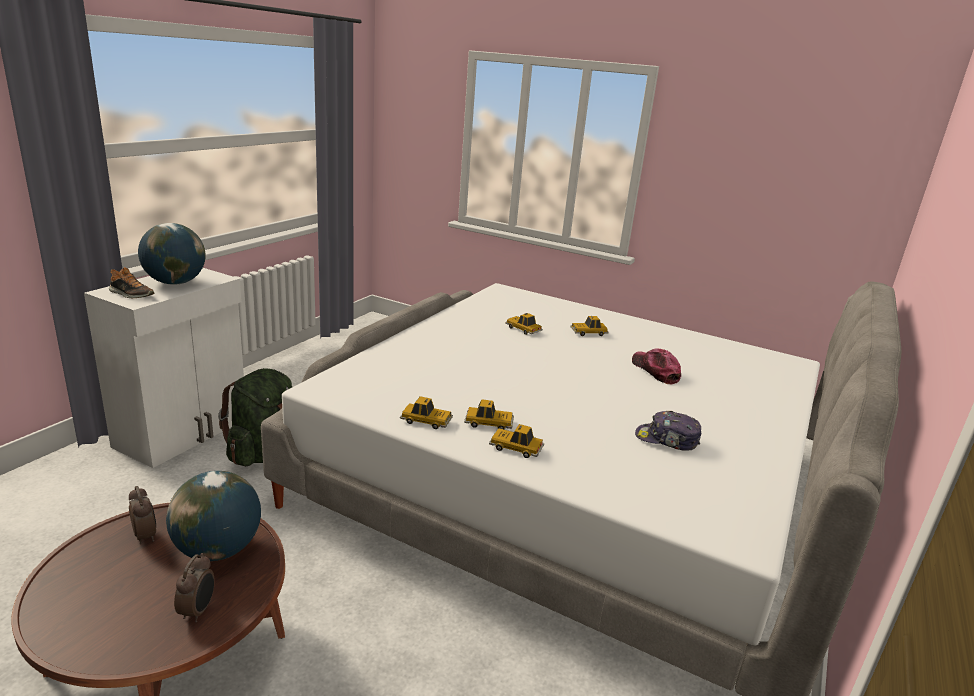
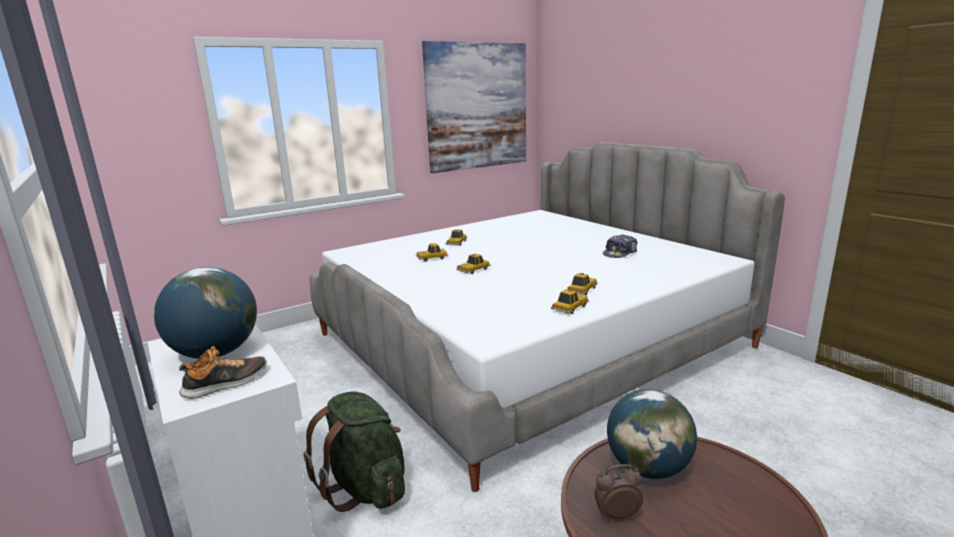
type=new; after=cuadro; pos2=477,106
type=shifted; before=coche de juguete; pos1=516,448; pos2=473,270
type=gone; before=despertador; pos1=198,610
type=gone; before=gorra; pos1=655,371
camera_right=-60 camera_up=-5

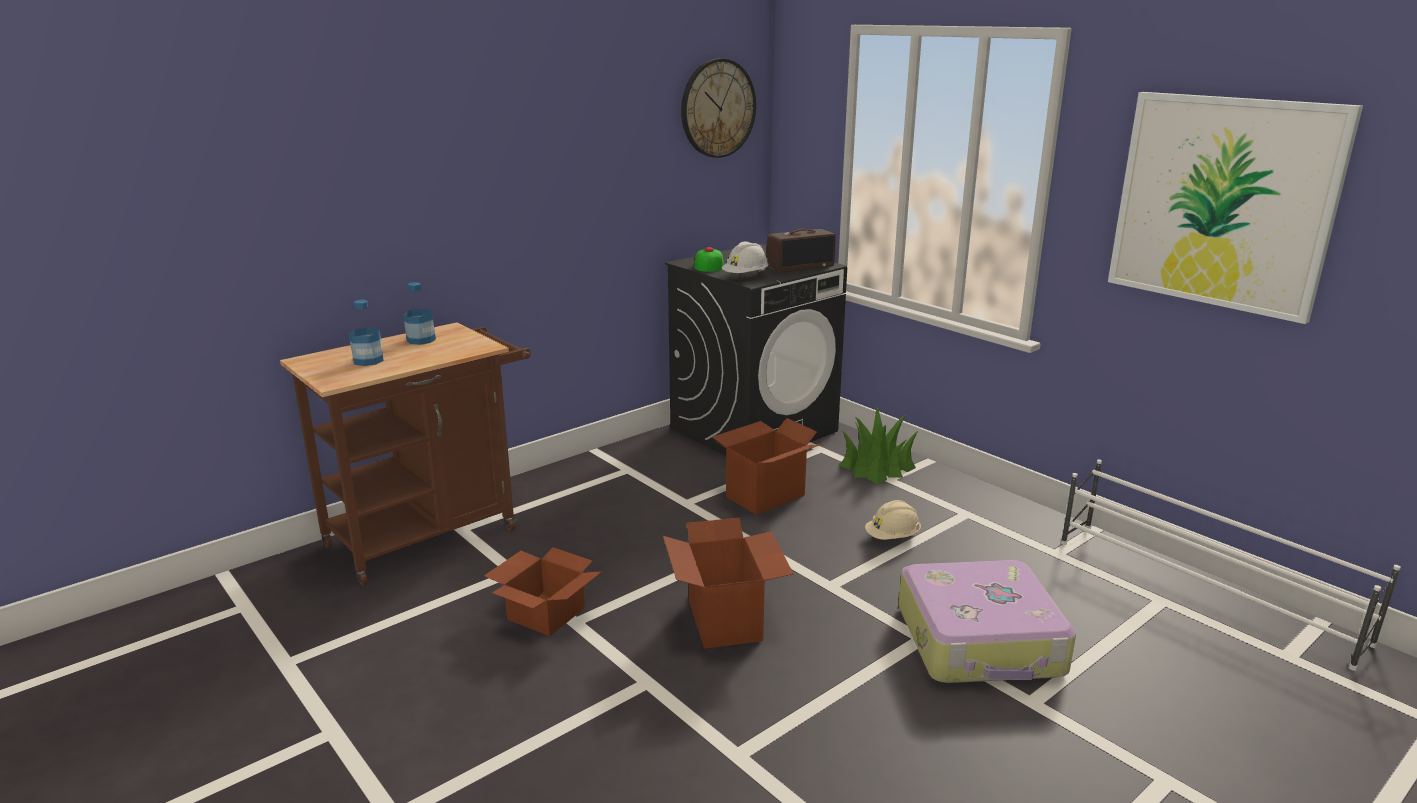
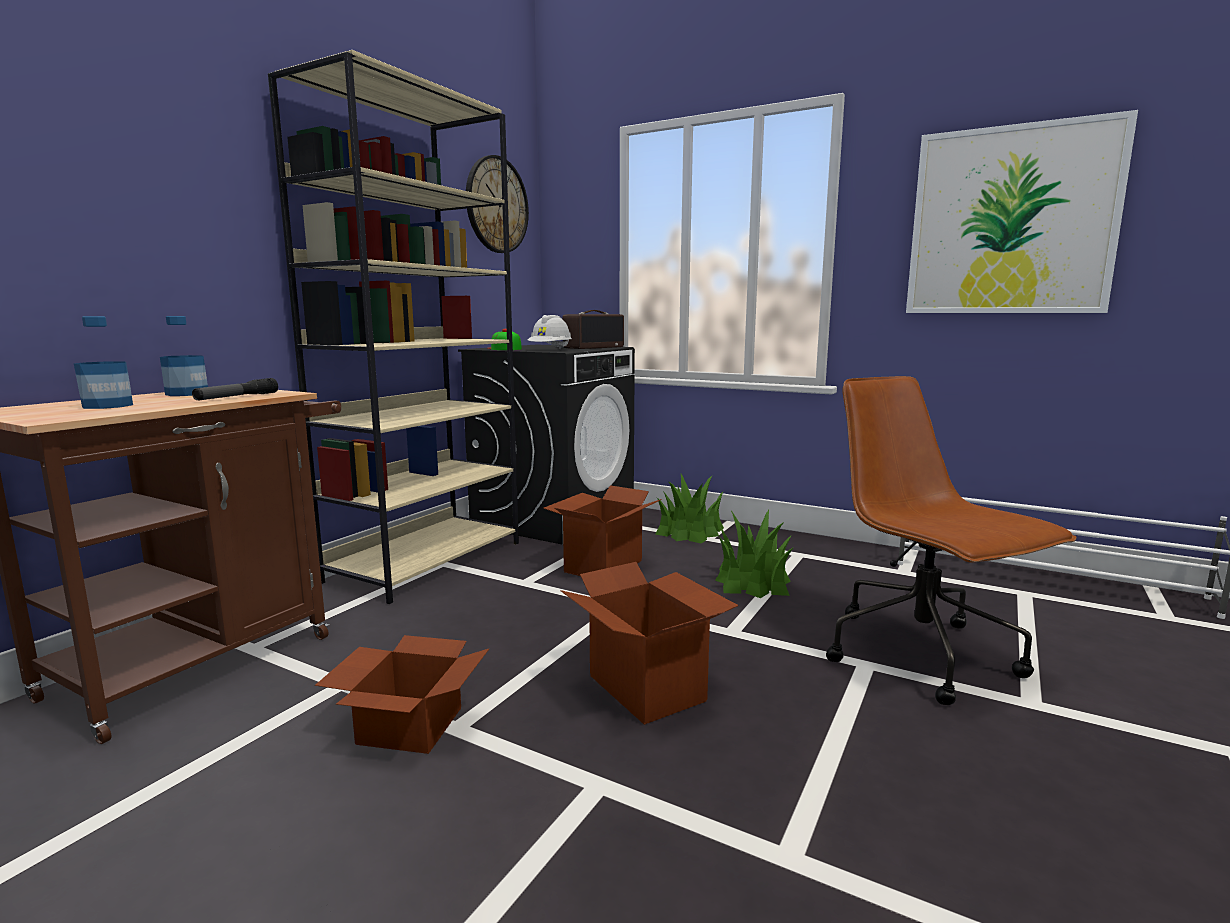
type=new; after=linterna; pos2=237,397
type=new; after=estantería [beis]; pos2=427,561
type=swapped; before=casco [beis]; after=planta en maceta; pos1=892,537; pos2=753,581
type=swapped; before=maleta; after=silla de oficina [marrón]; pos1=981,641; pos2=922,655
camera_right=-20 camera_up=-10

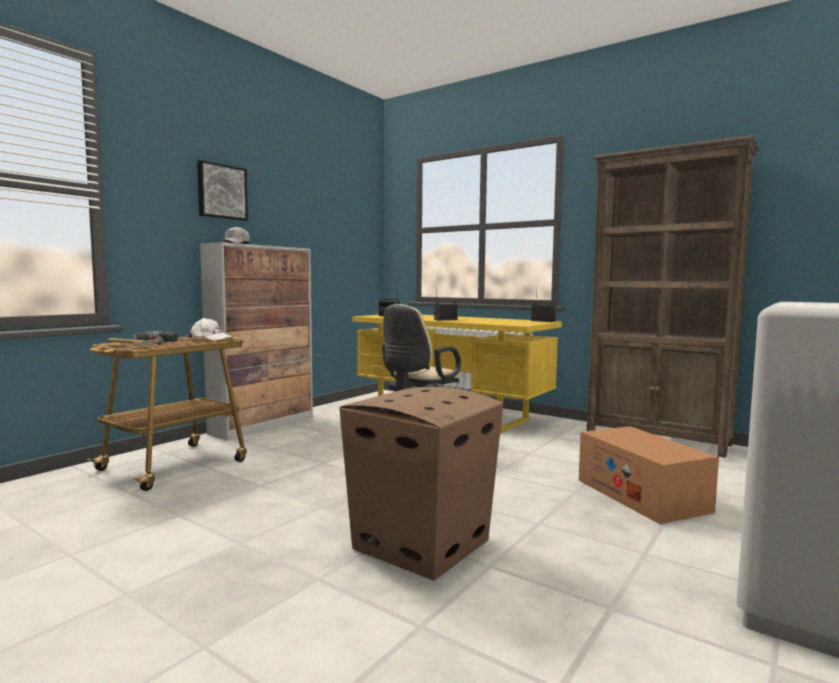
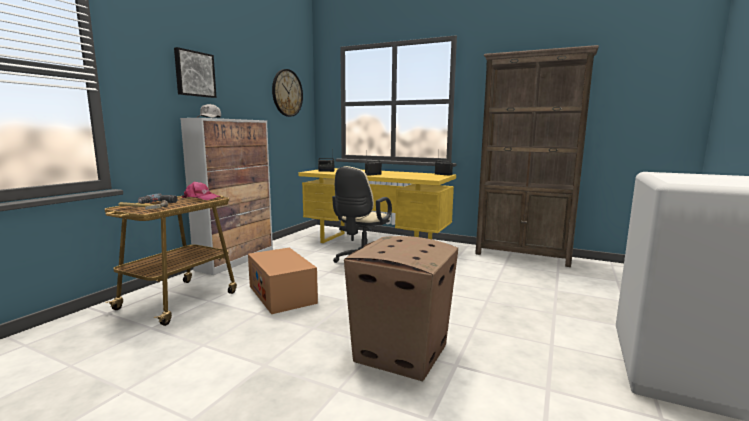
type=repainted; before=gorra [blanco]; after=gorra [rosa]; pos1=210,338; pos2=201,198
type=shifted; before=caja de cartón; pos1=641,495; pos2=282,294
type=new; after=reloj de pared; pos2=287,93
camera_right=-10 camera_up=5

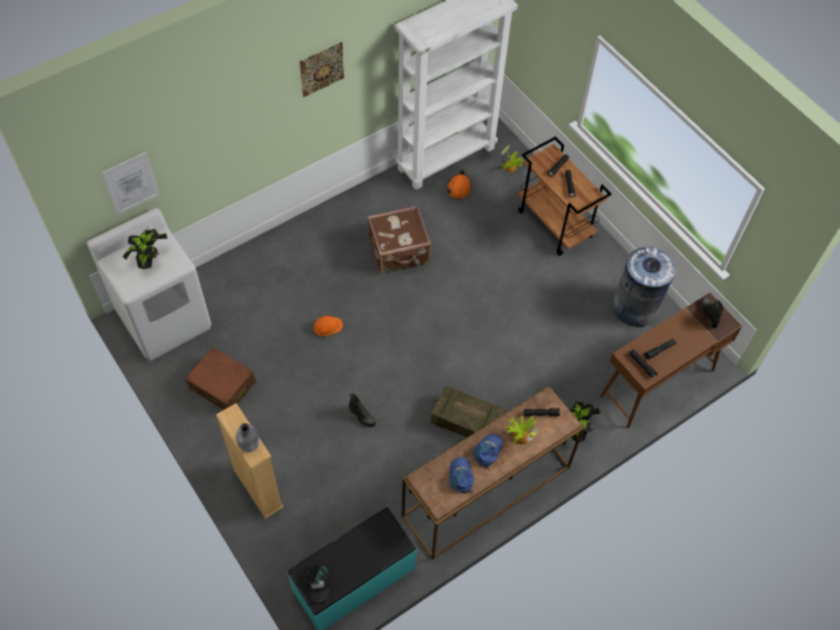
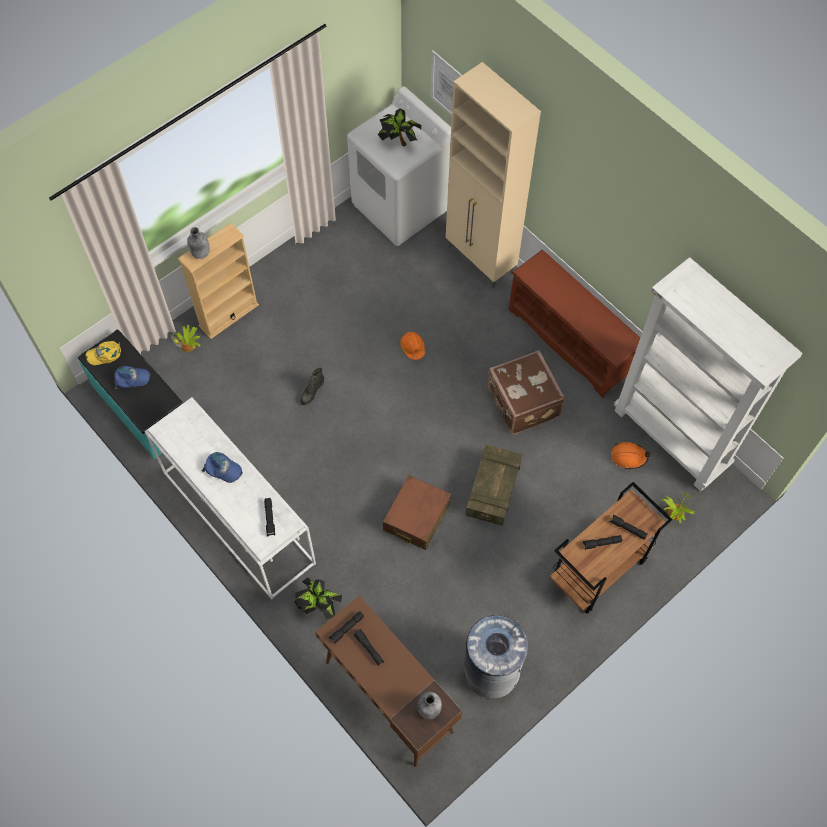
type=repainted; before=gorra [negro]; after=gorra [amarillo]; pos1=317,583; pos2=105,354
type=shifted; before=gorra [azul]; pos1=461,476; pos2=131,378
type=repainted; before=mesa consola [marrón]; after=mesa consola [blanco]; pos1=486,493; pos2=236,517
type=shifted; before=planta en maceta; pos1=520,435; pos2=189,344
type=shifted; before=maleta [marrón]; pos1=222,385; pos2=416,517
type=swapped; before=bota [negro]; after=botella [gris]; pos1=709,314; pos2=428,709
type=new; after=armario [beis]; pos2=481,260
type=shifted; before=caja de embalaje; pos1=468,421; pos2=493,490
type=new; after=zapatero [marrón]; pos2=570,341
type=gone; before=cuadro; pos1=322,69
camera_right=85 camera_up=5

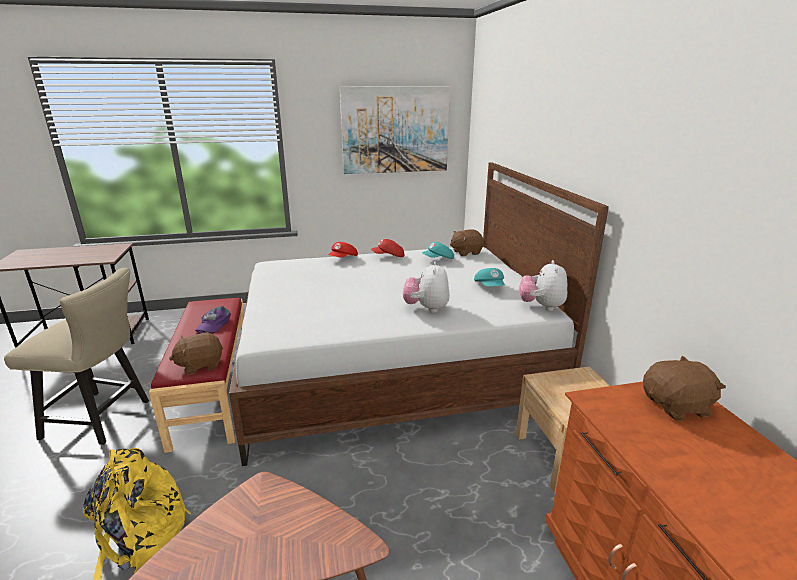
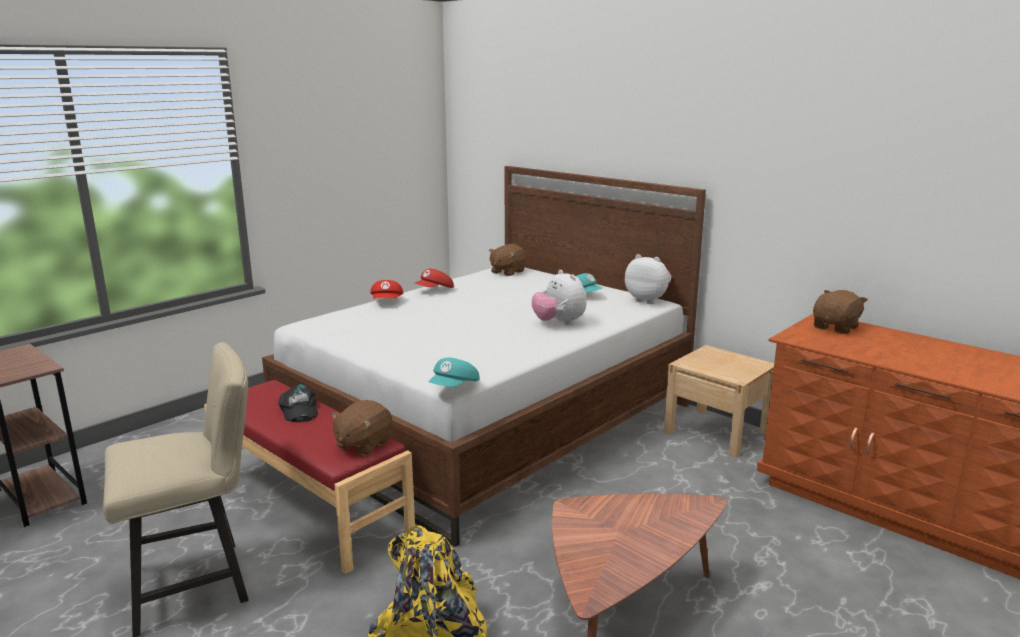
type=repainted; before=gorra [morado]; after=gorra [negro]; pos1=213,324; pos2=298,410
type=shifted; before=gorra [turquesa]; pos1=438,259; pos2=454,387
type=rotated; before=peluche; pos1=541,306; pos2=647,300; turn=150
type=gone; before=cuadro; pos1=395,130
camera_right=-35 camera_up=-5

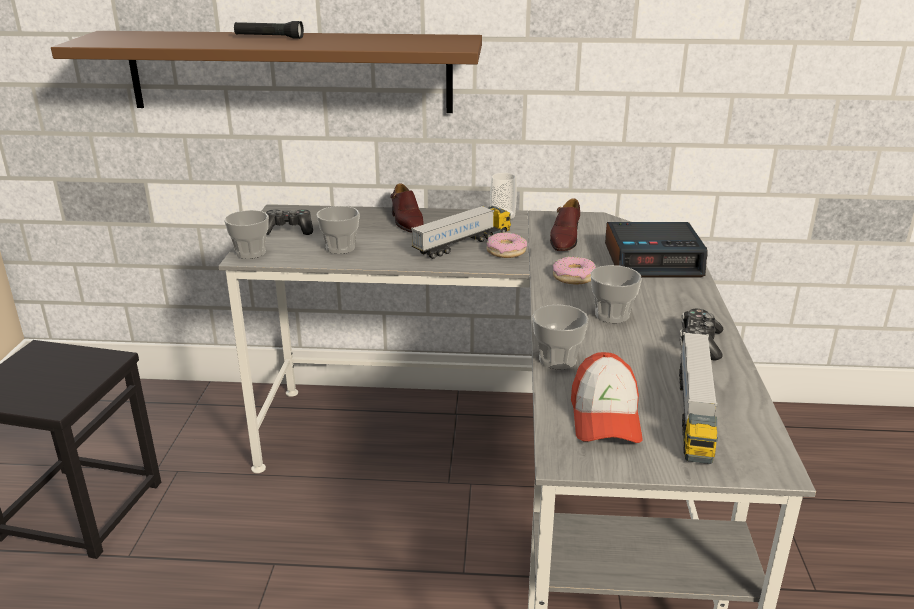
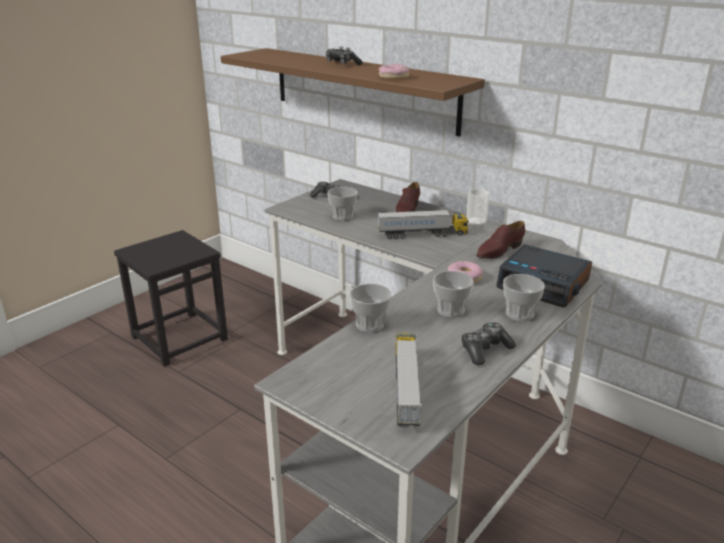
type=swapped; before=linterna [negro]; after=mando de consola; pos1=269,37; pos2=342,64
type=shifted; before=rosquilla; pos1=506,251; pos2=393,77
type=rotated; before=camión de juguete; pos1=694,412; pos2=406,390; turn=135
type=shifted; before=taza; pos1=250,253; pos2=519,314
type=gone; before=gorra; pos1=605,417
camera_right=35 camera_up=0

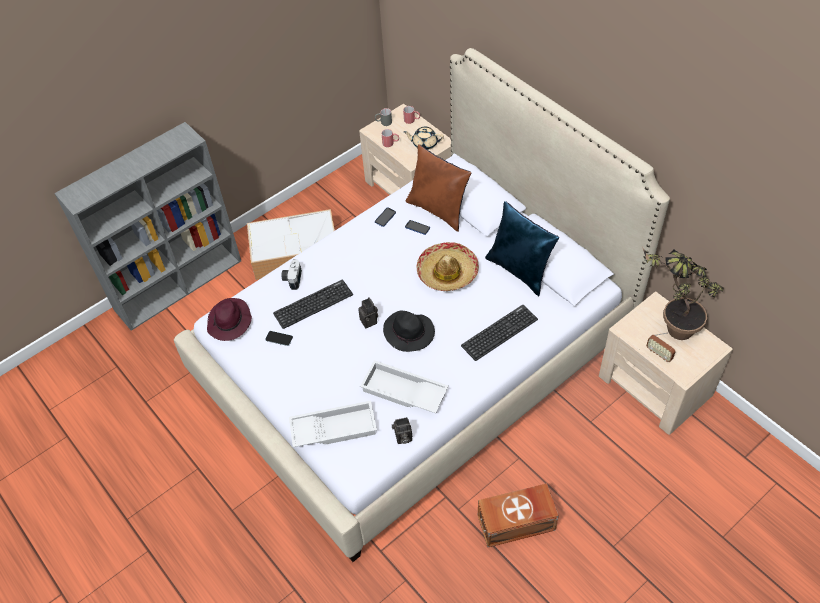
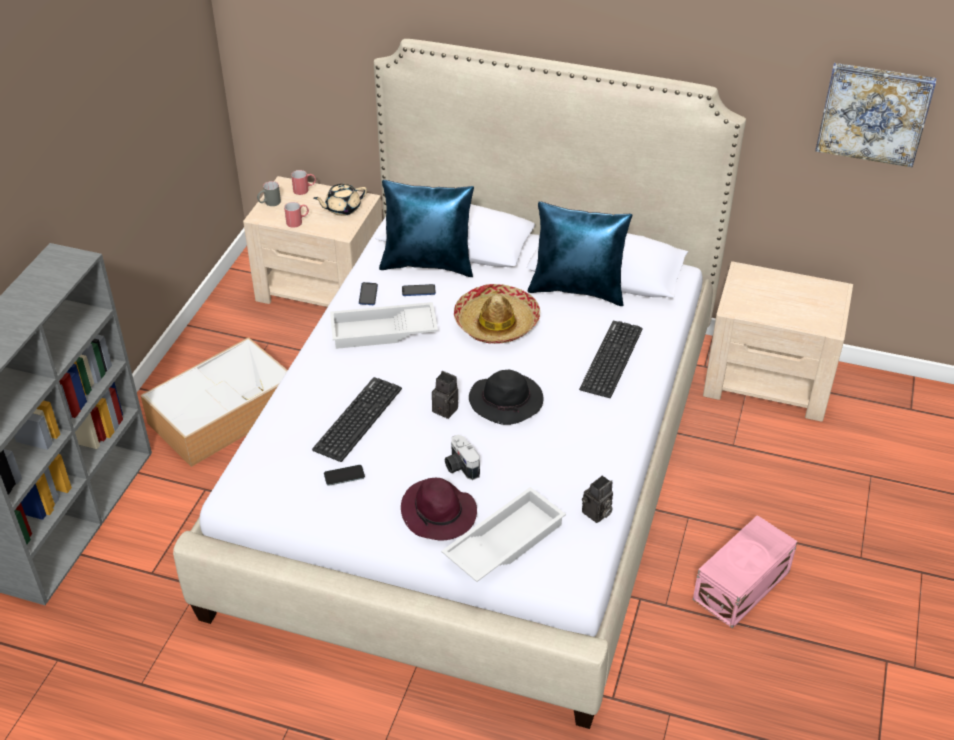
type=shifted; before=bandeja [blanco]; pos1=403,392; pos2=383,332
type=repainted; before=cojín [marrón]; after=cojín [azul]; pos1=439,210; pos2=428,264
type=shifted; before=sombrero [morado]; pos1=230,322; pos2=439,514
type=shifted; before=cámara; pos1=292,279; pos2=460,467
type=repainted; before=caja de almacenaje [marrón]; after=caja de almacenaje [rosa]; pos1=517,523; pos2=743,585
type=new; after=cuadro; pos2=874,113
type=gone; before=planta en maceta; pos1=670,327
type=gone; before=radio; pos1=659,354
camera_right=-35 camera_up=-10

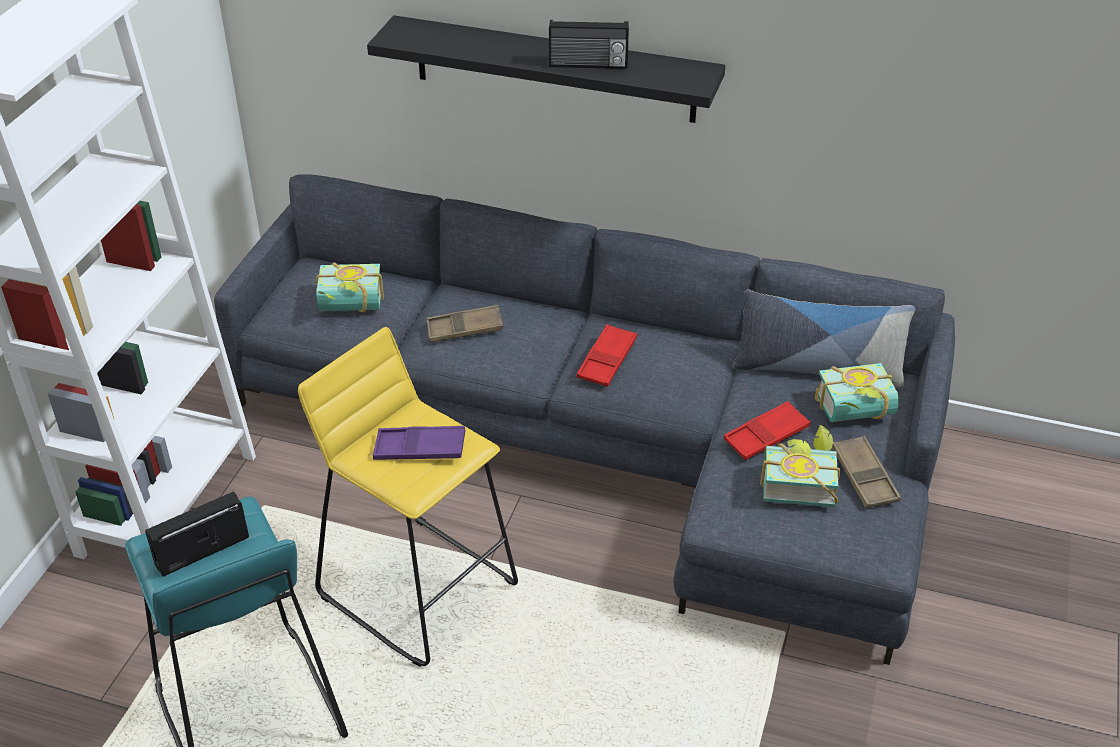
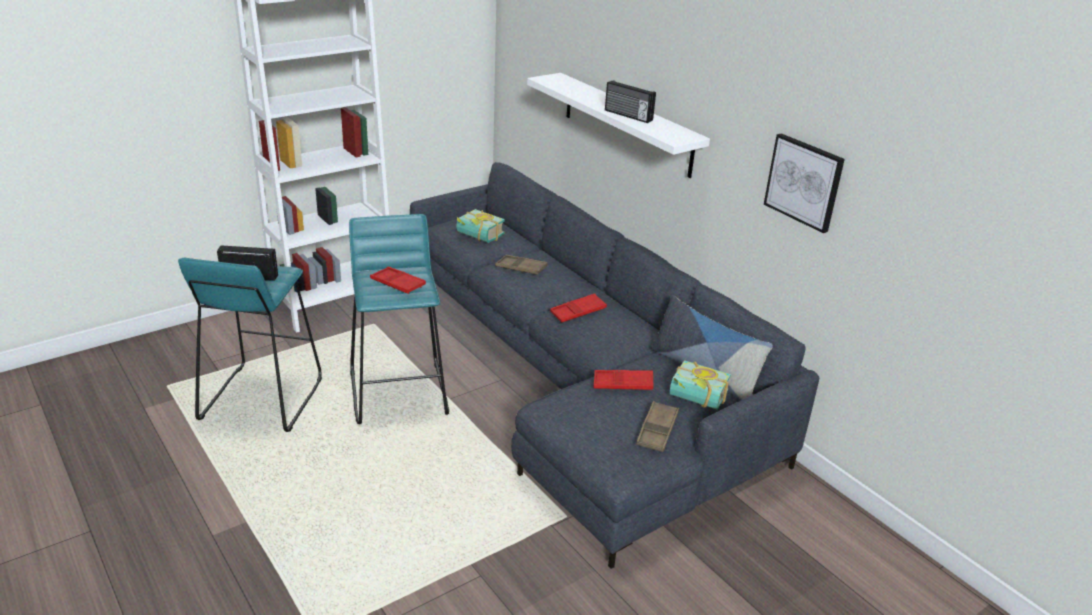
type=repainted; before=taburete [amarillo]; after=taburete [turquesa]; pos1=418,587; pos2=399,392
type=repainted; before=bandeja [morado]; after=bandeja [rojo]; pos1=420,449; pos2=397,284
type=repainted; before=estante [negro]; after=estante [blanco]; pos1=554,69; pos2=626,124
type=new; after=cuadro; pos2=804,182
type=gone; before=libro; pos1=797,482
camera_right=35 camera_up=-10

